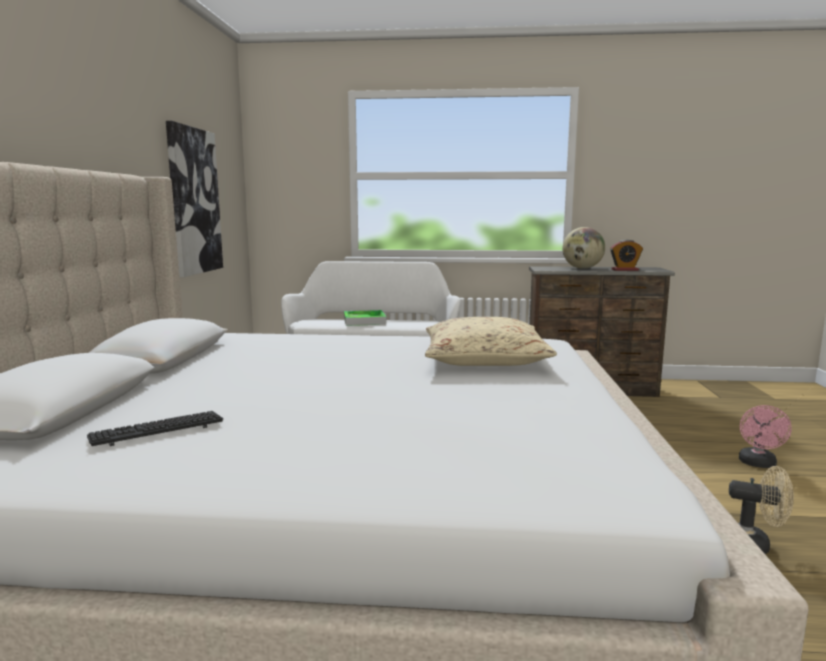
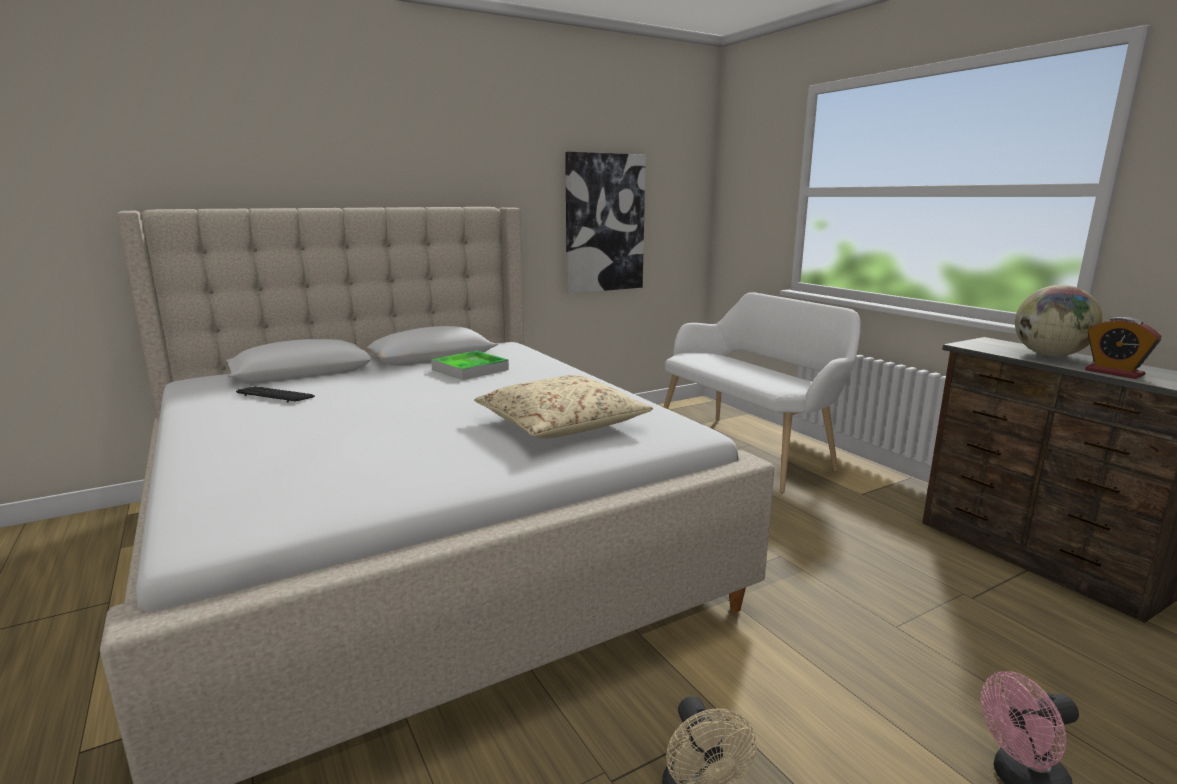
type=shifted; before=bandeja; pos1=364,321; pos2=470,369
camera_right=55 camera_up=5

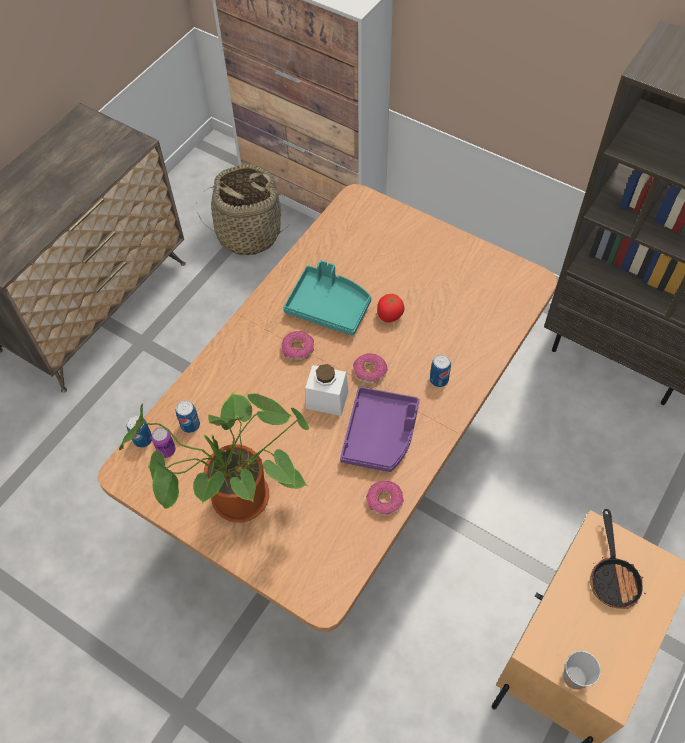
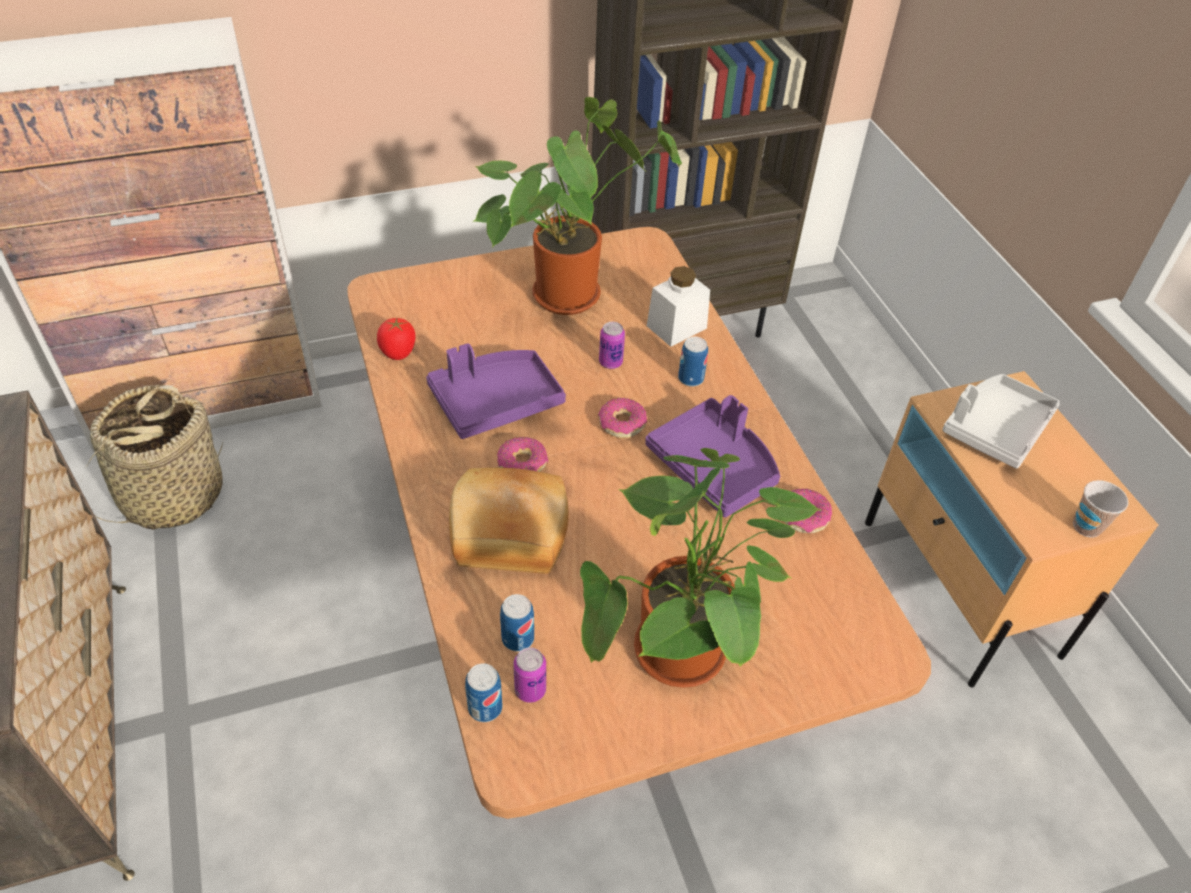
type=shifted; before=tomate; pos1=389,316; pos2=398,352
type=repainted; before=bandeja [turquesa]; after=bandeja [morado]; pos1=329,307; pos2=495,402
type=new; after=pan; pos2=509,537
type=new; after=planta en maceta; pos2=569,291
type=new; after=lata; pos2=610,362
type=shifted; before=tarro [blanco]; pos1=327,399; pos2=676,327
type=swapped; before=sartén; after=bandeja [gris]; pos1=613,576; pos2=995,428
camera_right=-55 camera_up=-10

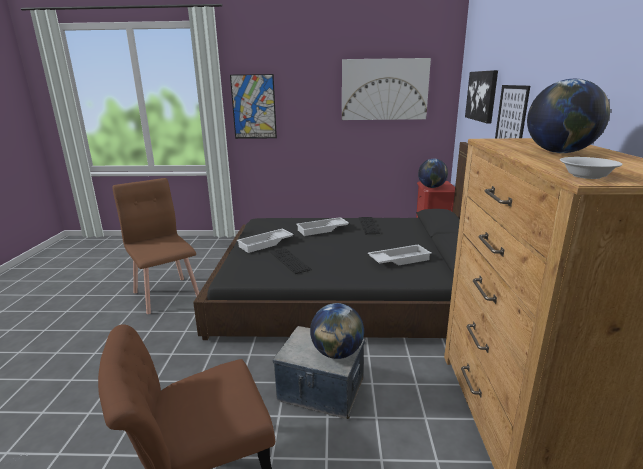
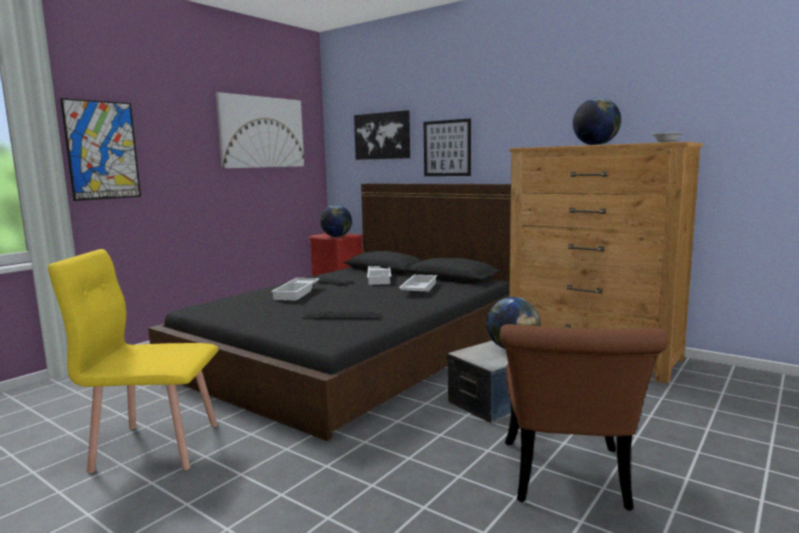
type=repainted; before=silla [marrón]; after=silla [amarillo]; pos1=167,294; pos2=156,446
type=shifted; before=bandeja [blanco]; pos1=266,244; pos2=380,278
camera_right=-55 camera_up=-10

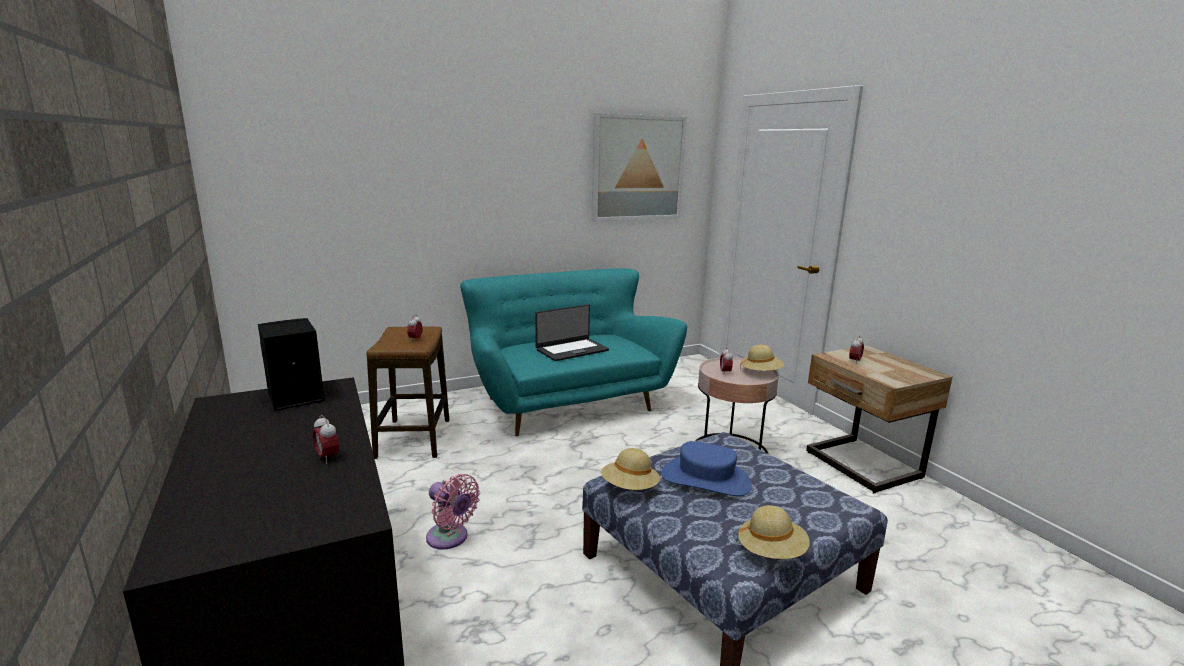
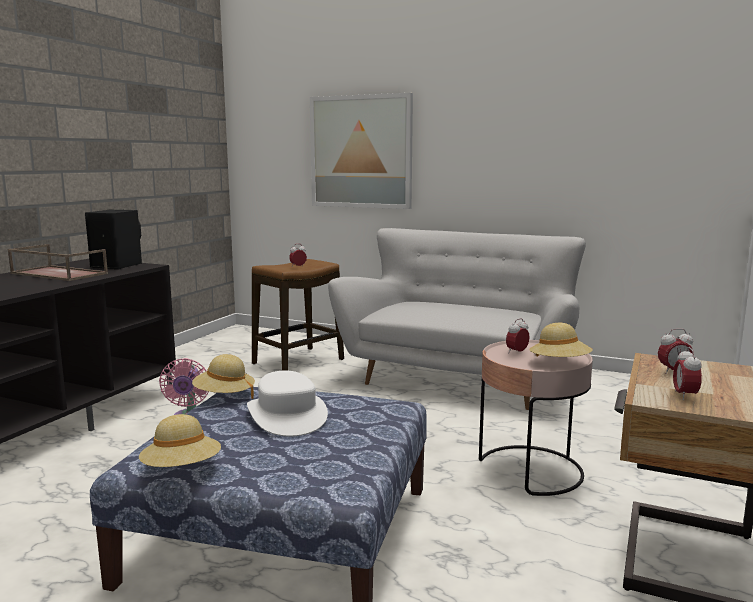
type=new; after=bandeja [marrón]; pos2=57,273
type=repainted; before=sombrero [azul]; after=sombrero [blanco]; pos1=705,479; pos2=287,415
type=shifted; before=cuadro; pos1=638,168; pos2=361,152
type=repainted; before=sofá [turquesa]; after=sofá [blanco]; pos1=566,402; pos2=460,378
type=shifted; before=despertador; pos1=327,457; pos2=684,396
type=gone; before=portátil; pos1=571,350
camera_right=50 camera_up=-5

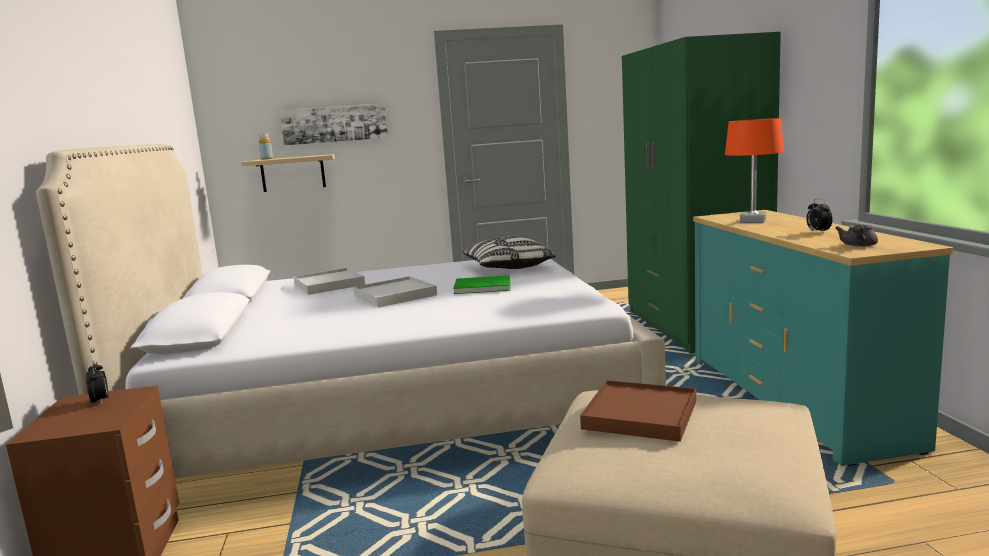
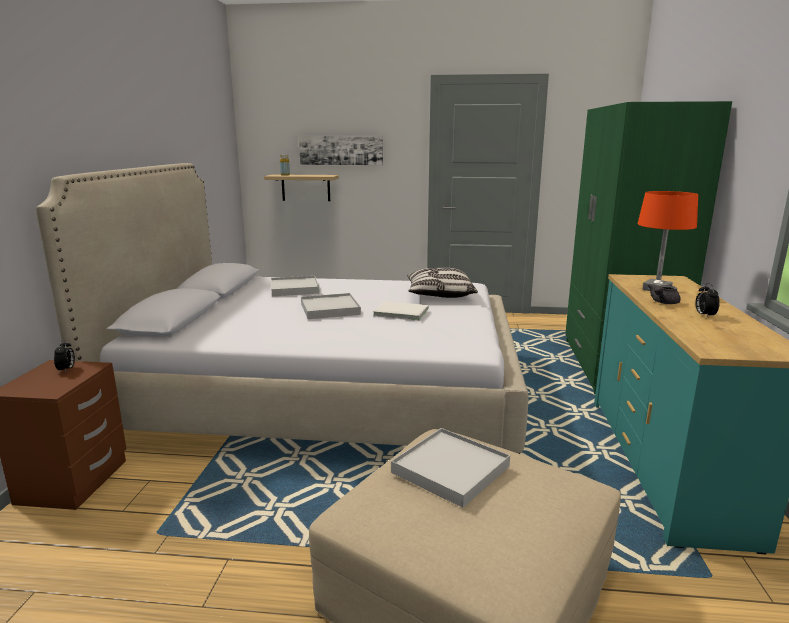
type=repainted; before=libro [verde]; after=libro [blanco]; pos1=480,286; pos2=400,312
type=repainted; before=bandeja [marrón]; after=bandeja [blanco]; pos1=640,415; pos2=450,470
type=shifted; before=tetera [gris]; pos1=858,246; pos2=662,302
camera_right=15 camera_up=5

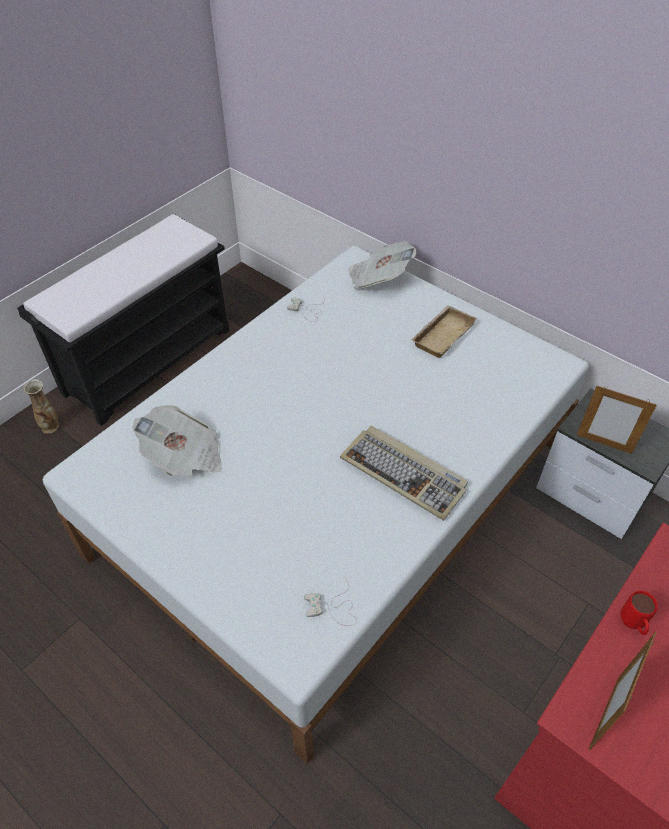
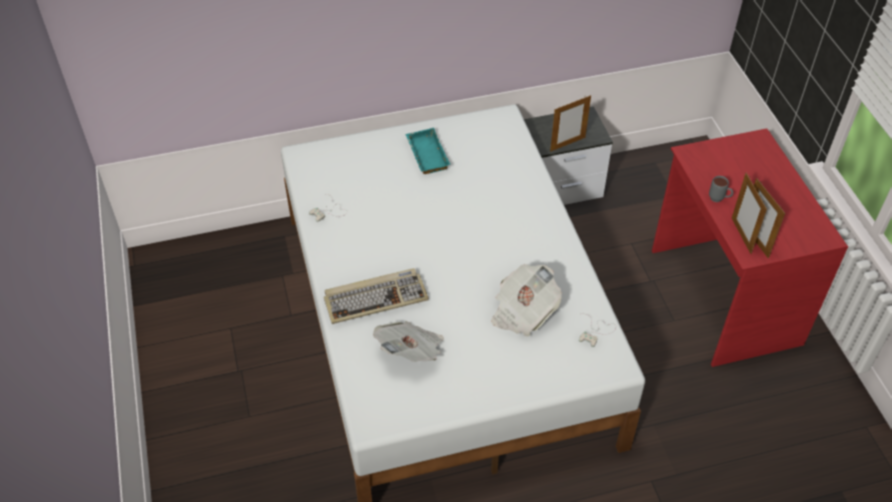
type=shifted; before=teclado; pos1=404,474; pos2=376,298
type=repainted; before=bandeja [beis]; after=bandeja [turquesa]; pos1=442,334; pos2=425,154
type=shifted; before=periódico; pos1=379,279; pos2=523,311
type=repainted; before=taza grande [rojo]; after=taza grande [gris]; pos1=632,625; pos2=719,199
type=new; after=portarretratos; pos2=741,235
type=gone; before=banco [negro]; pos1=149,360
type=gone; before=florero; pos1=50,426
camera_right=-55 camera_up=0

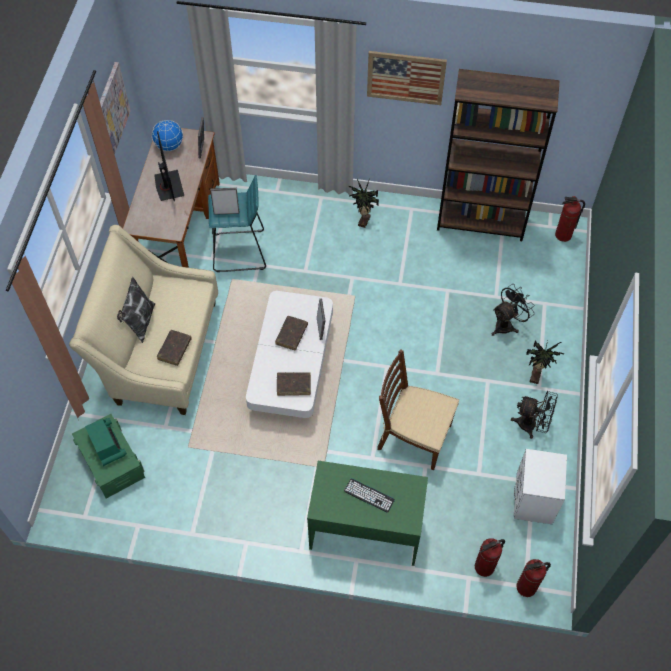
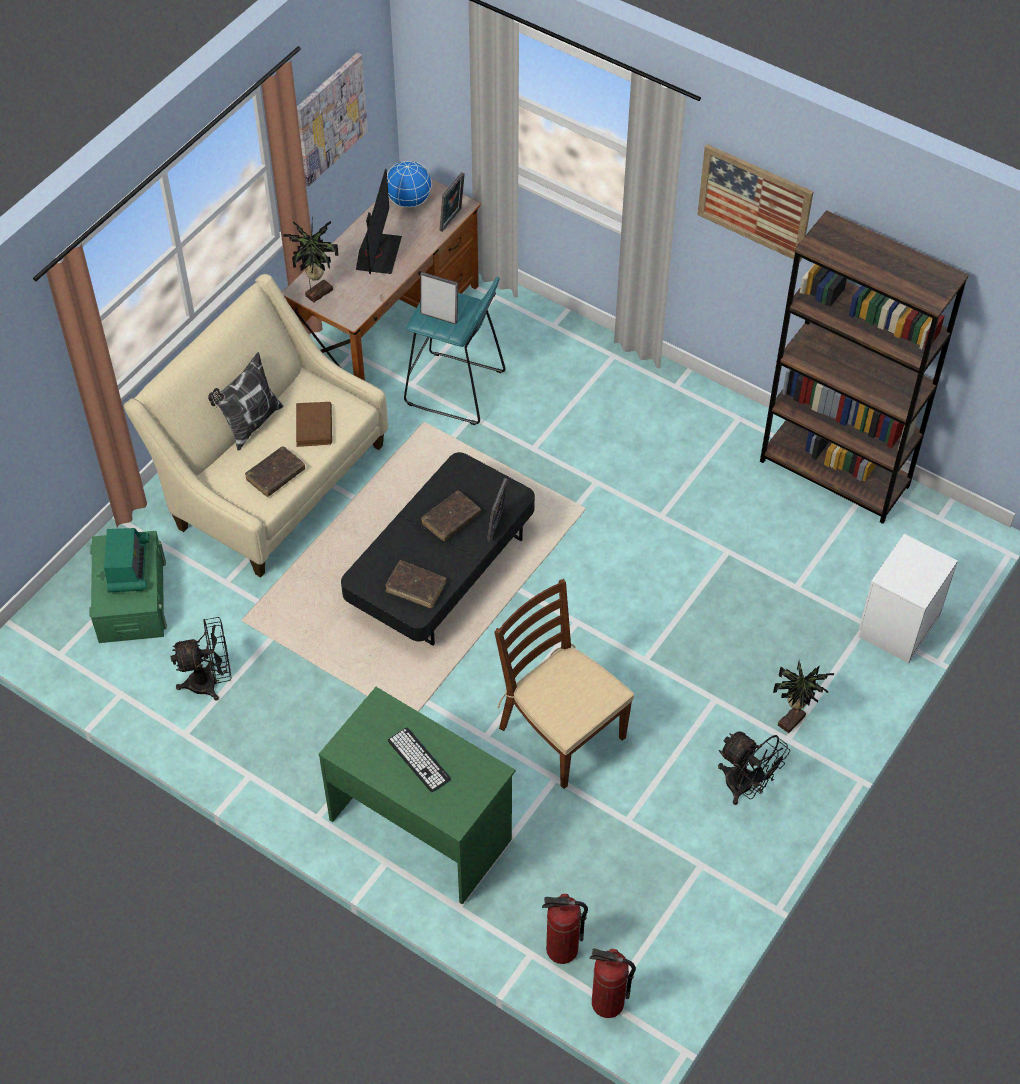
type=shifted; before=ventilador [negro]; pos1=507,324; pos2=210,682
type=shifted; before=planta en maceta; pos1=363,221; pos2=317,292
type=new; after=libro [marrón]; pos2=314,426
type=repainted; before=mesa de centro [blanco]; after=mesa de centro [negro]; pos1=291,367; pos2=441,571
type=shifted; before=mesita de noche [blanco]; pos1=533,500; pos2=896,626
type=gone; before=extintor; pos1=563,235
camera_right=25 camera_up=-5

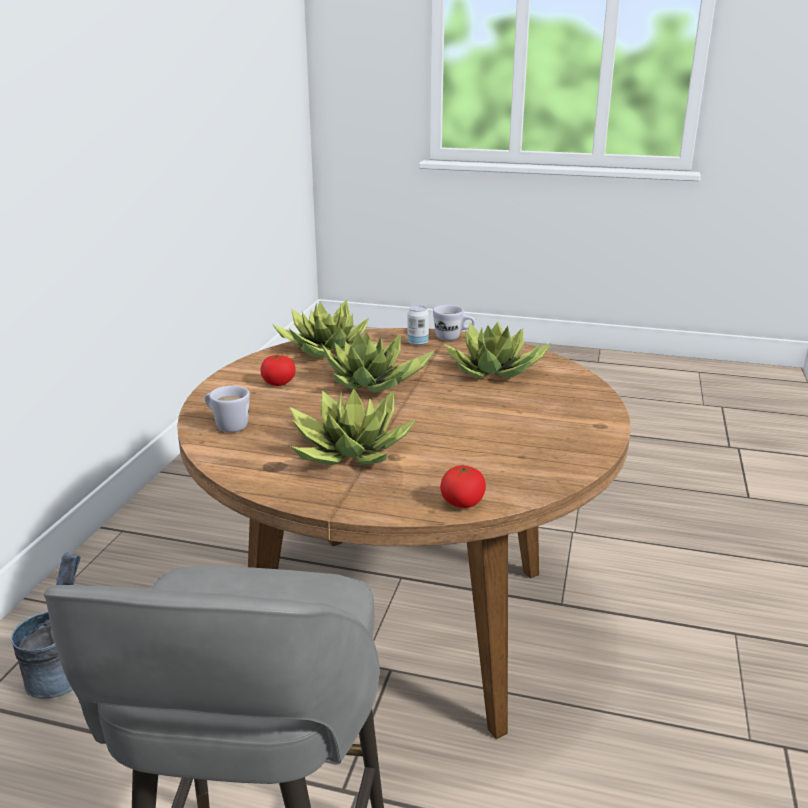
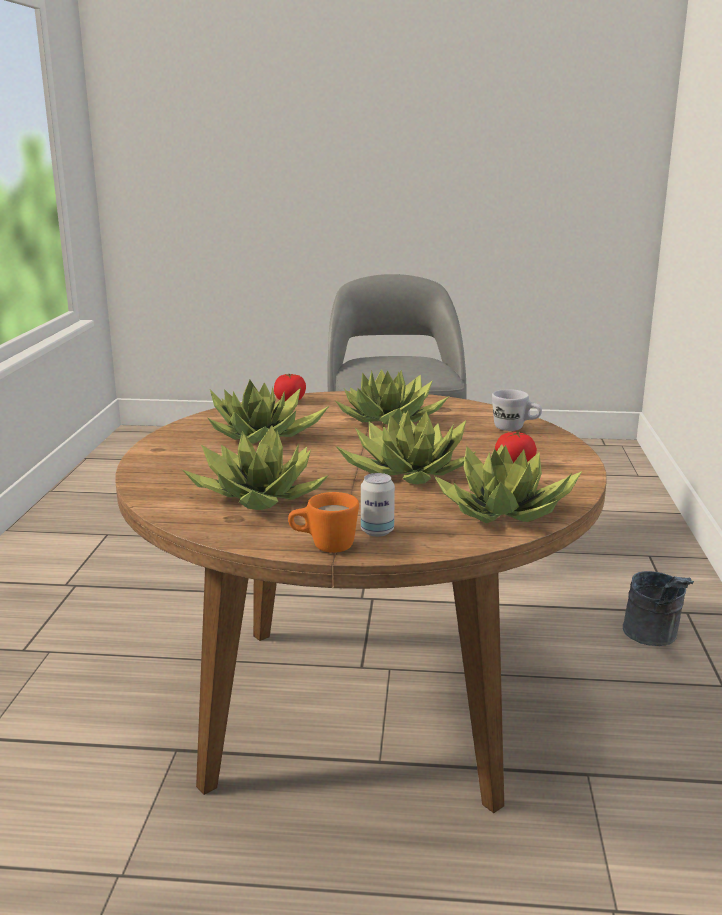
type=new; after=planta en maceta; pos2=262,437
type=repainted; before=taza grande [blanco]; after=taza grande [naranja]; pos1=453,337; pos2=324,546
camera_right=170 camera_up=-5

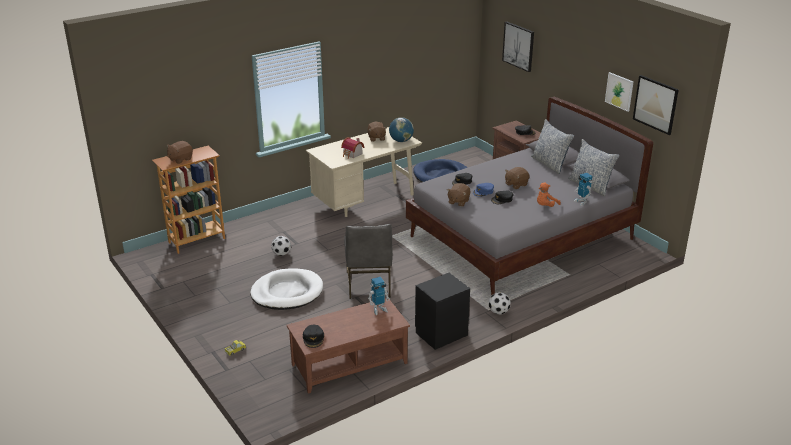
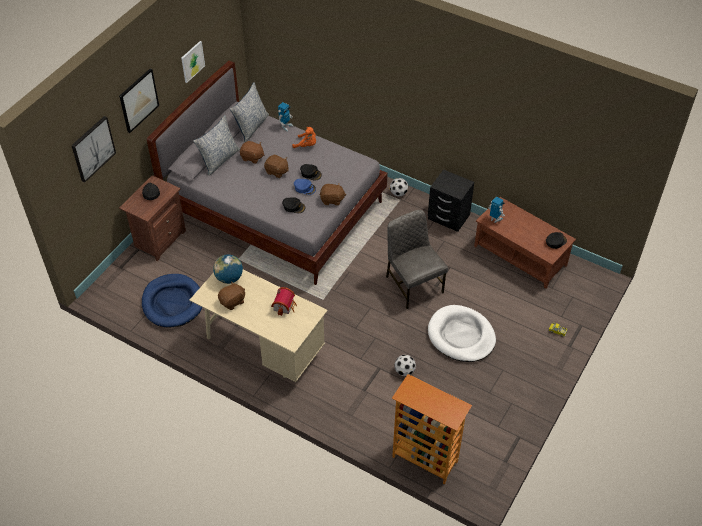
type=shifted; before=cuadro; pos1=655,104; pos2=138,100
type=shifted; before=peluche [marrón]; pos1=180,159; pos2=252,157
type=rotated; before=silla [gris]; pos1=369,285; pos2=413,284; turn=-90
camera_right=-115 camera_up=20

